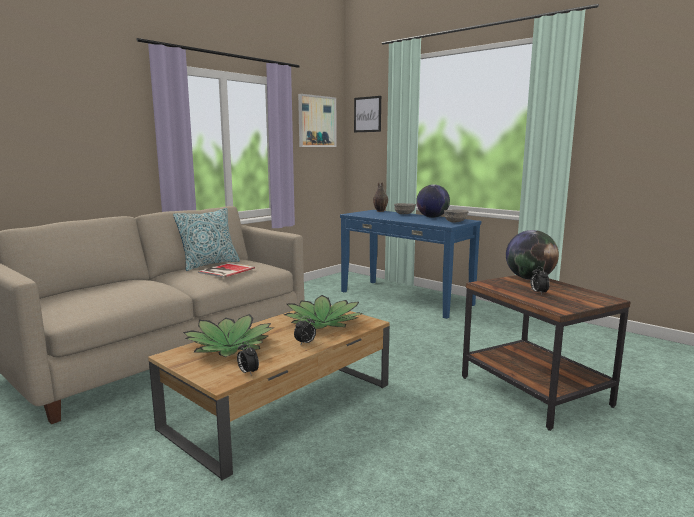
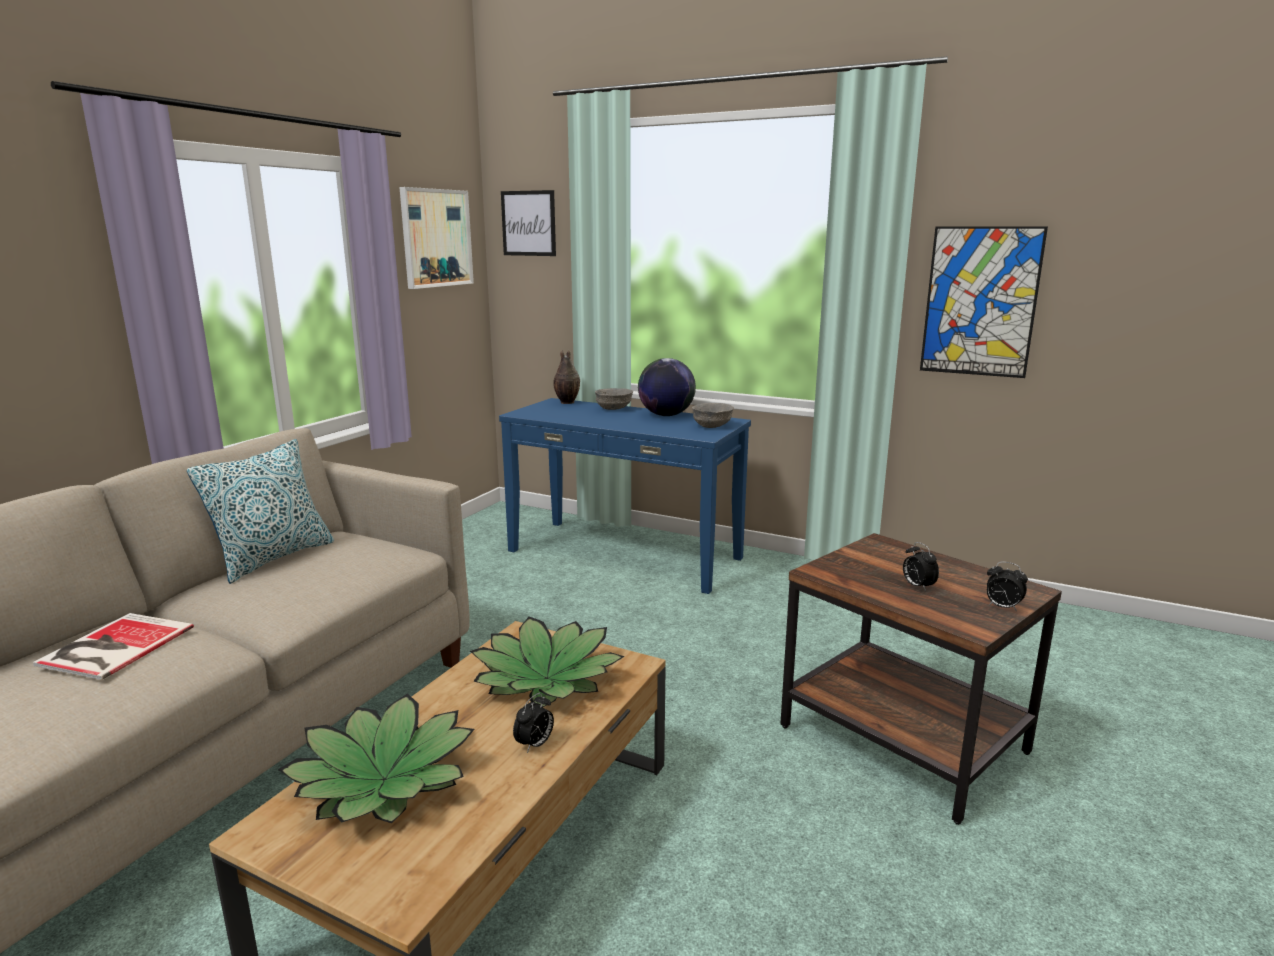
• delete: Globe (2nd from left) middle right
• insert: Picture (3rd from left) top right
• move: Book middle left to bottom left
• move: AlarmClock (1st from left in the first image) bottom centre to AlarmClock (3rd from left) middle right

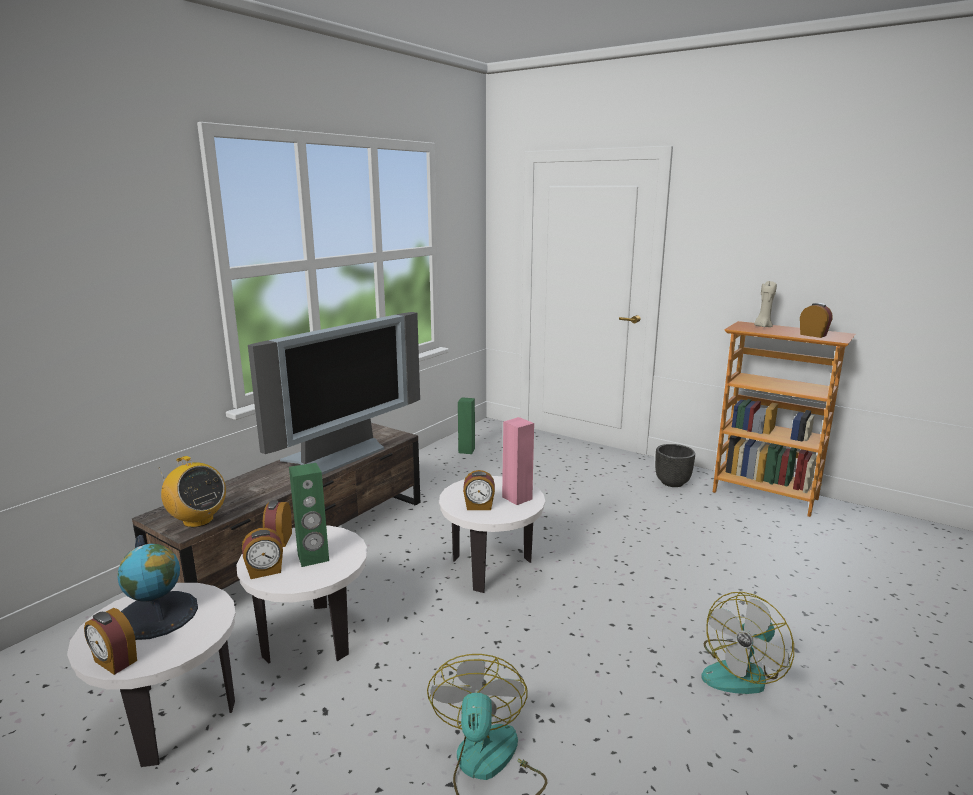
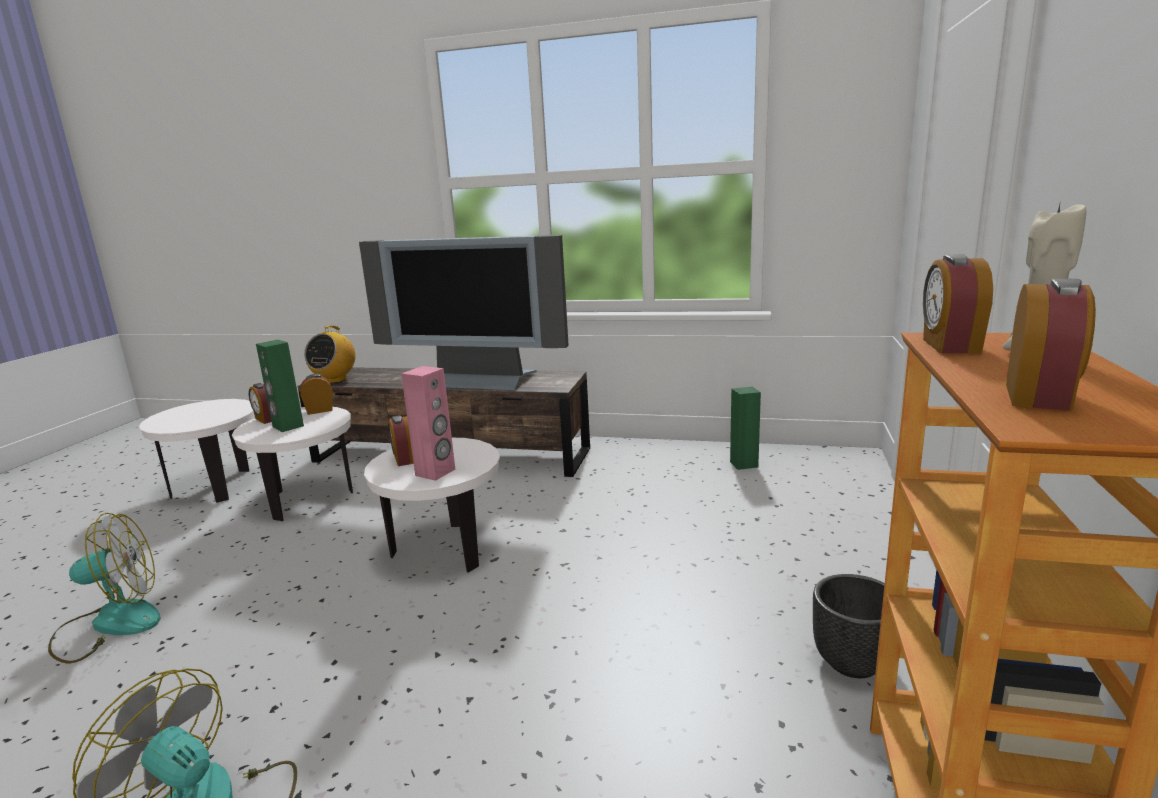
• delete: Globe bottom left
• move: AlarmClock (1st from left in the first image) bottom left to AlarmClock (4th from left) middle right

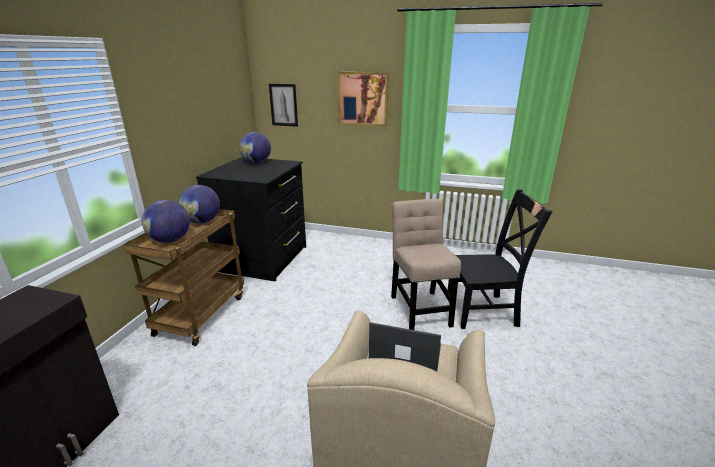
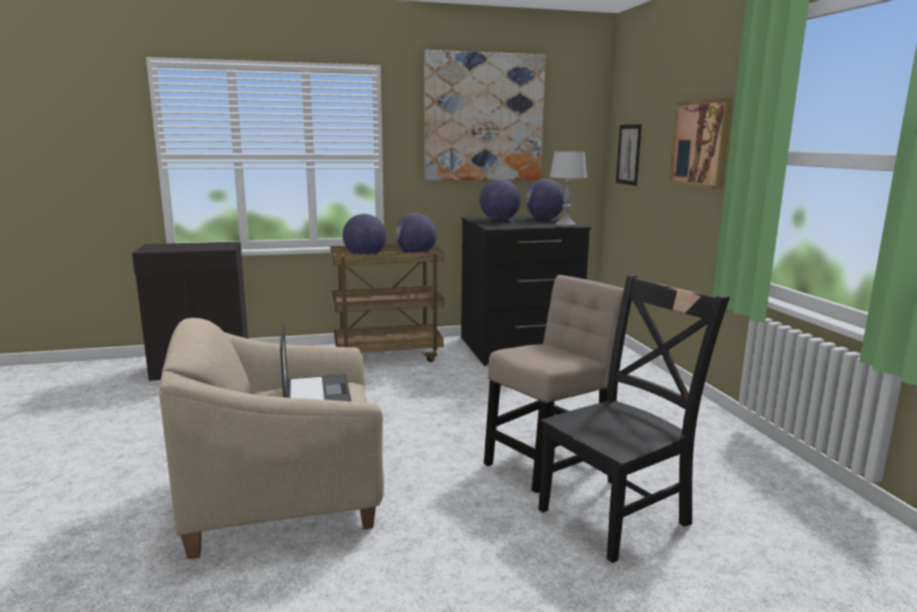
• insert: Picture (1st from left) top centre
• insert: Globe (3rd from left) top centre
• insert: GreyTableLamp top centre
• rotate: BlackChair middle right = bottom right 90 degrees counterclockwise

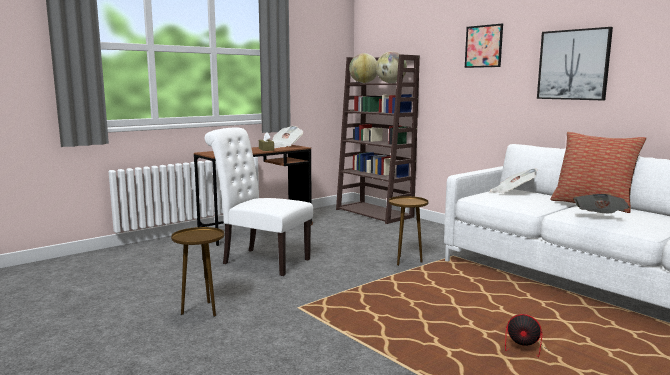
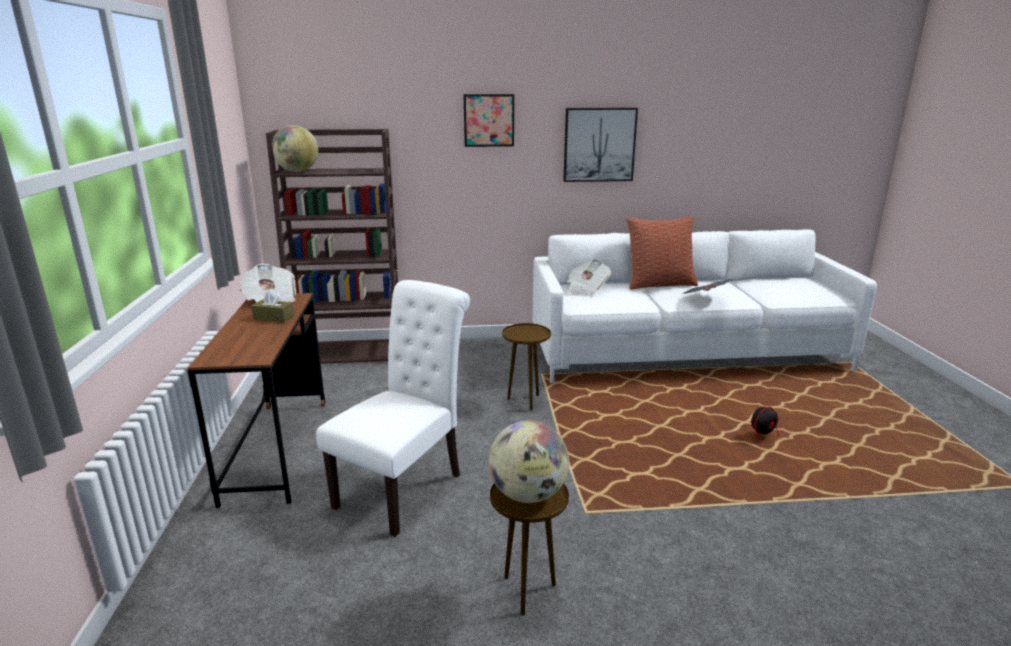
• move: Globe (2nd from left) top centre to bottom centre
• rotate: WhiteChair centre = centre 150 degrees clockwise

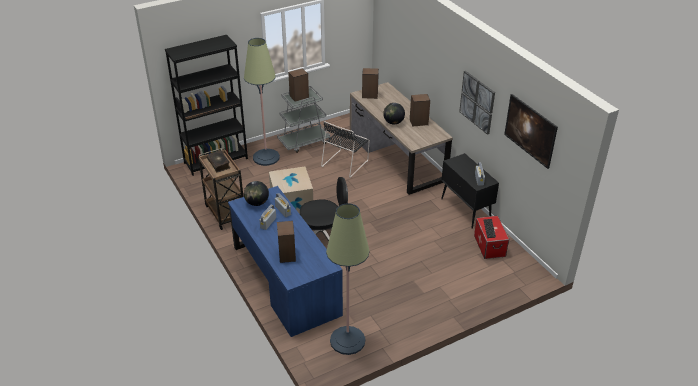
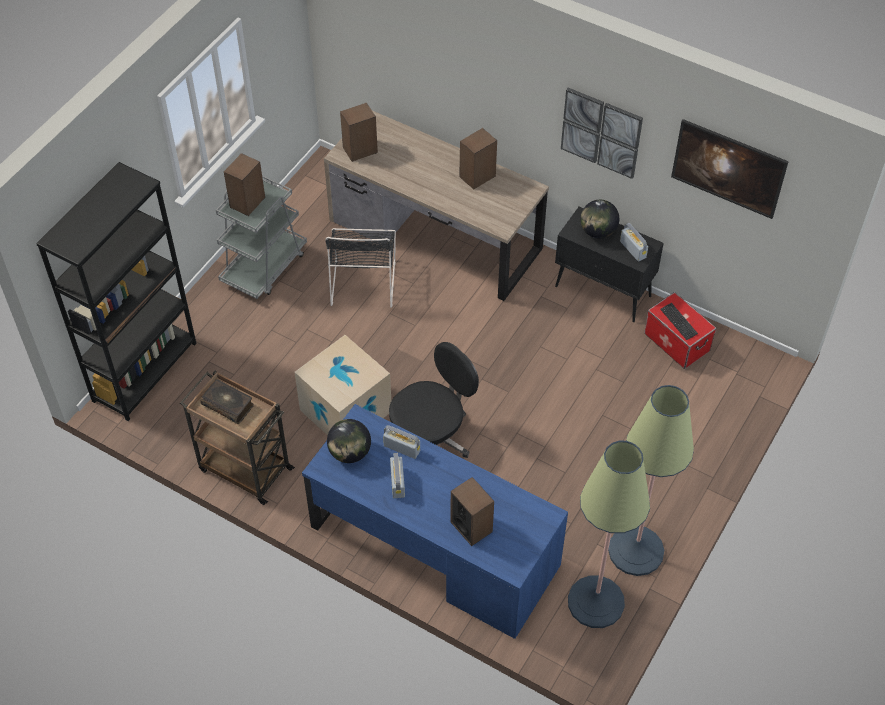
• move: FloorLamp (1st from left in the first image) top centre to FloorLamp (2nd from left) bottom right
• move: Globe (2nd from left) top centre to top right

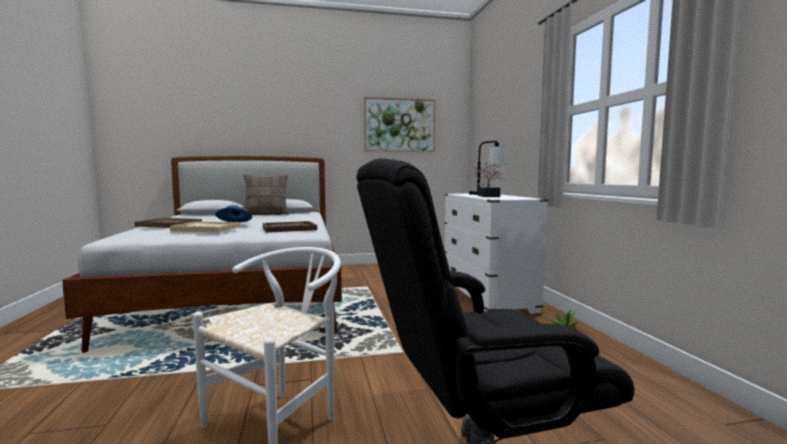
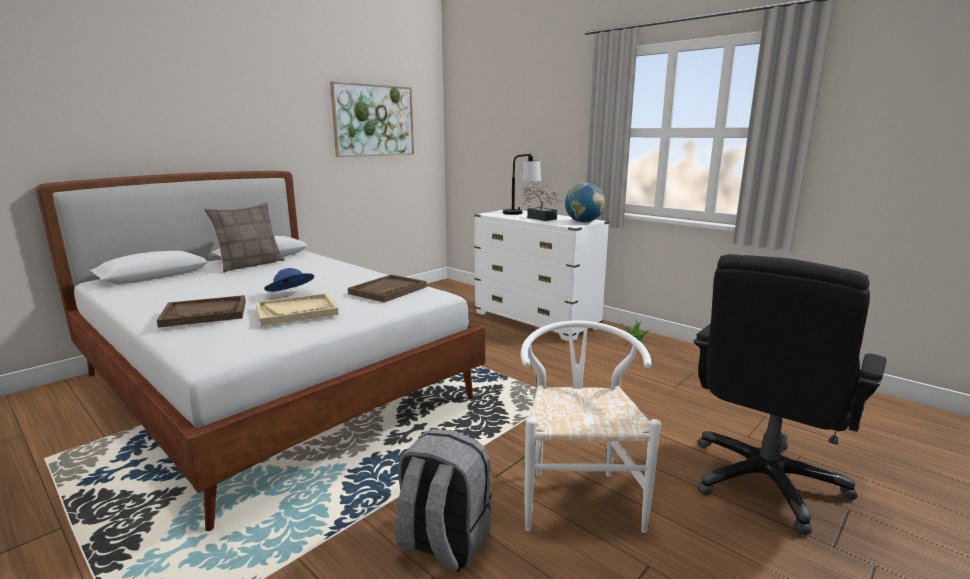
• insert: GreyBackpack bottom centre
• insert: Globe centre

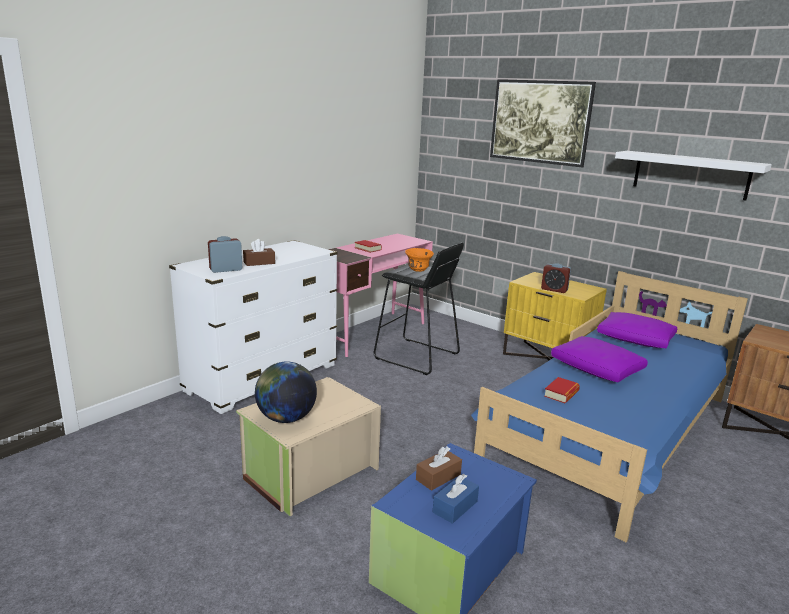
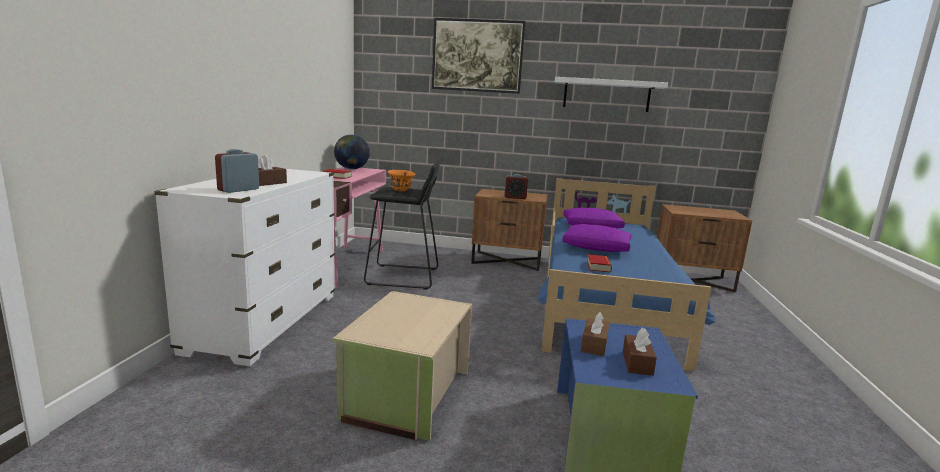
• move: Globe centre to top centre
• recolor: BlueTissueBox bottom centre to BrownTissueBox (3rd from left) bottom right
• recolor: YellowNightstand middle right to BrownNightstand (1st from left) centre

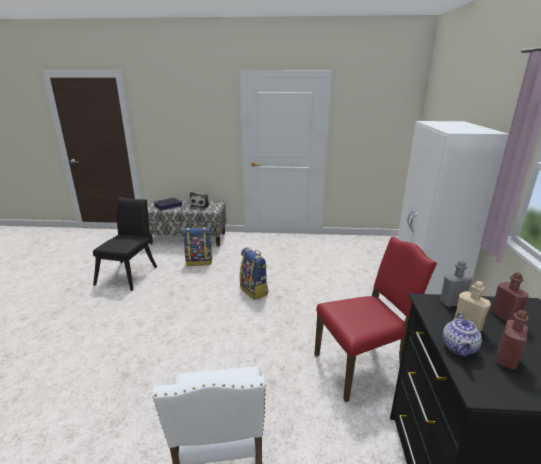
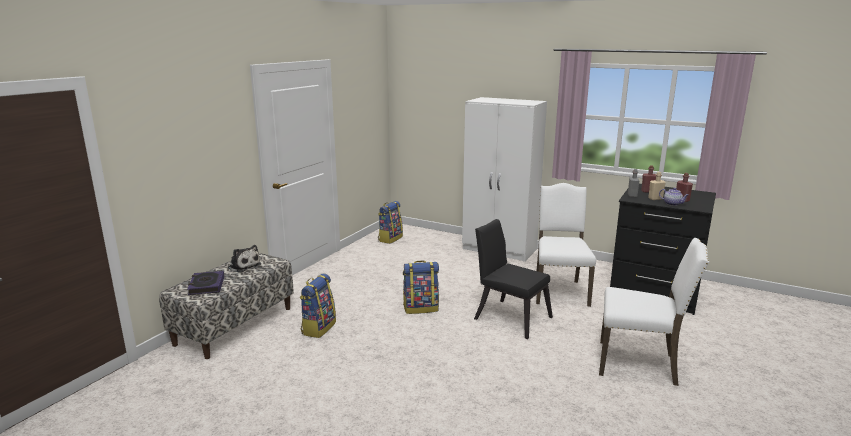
• insert: Backpack (2nd from left) centre
• move: BlackChair middle left to centre
• recolor: RedChair bottom right to WhiteChair (1st from left) centre

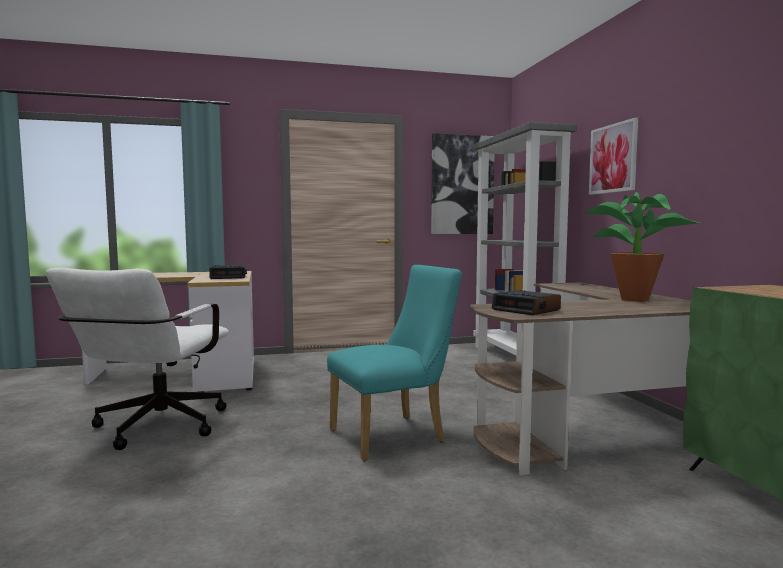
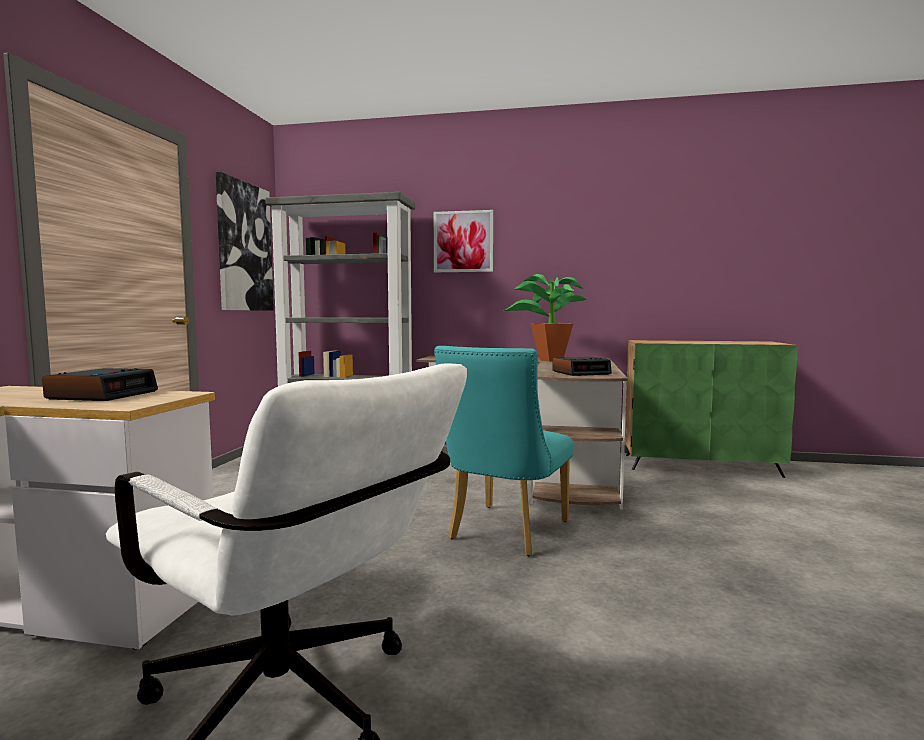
• rotate: TurquoiseChair centre = centre 150 degrees counterclockwise

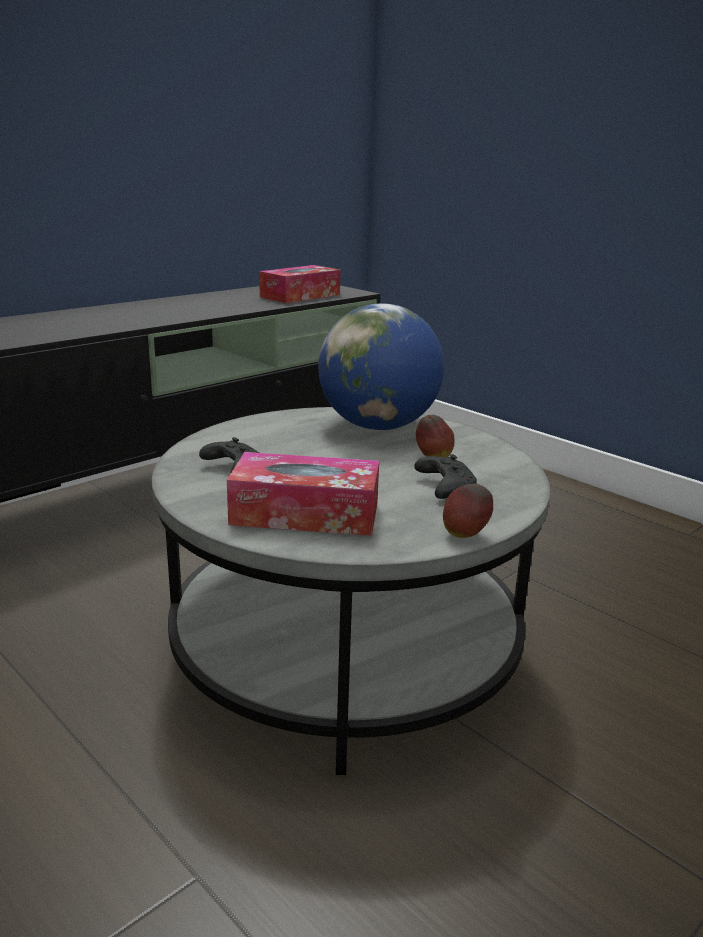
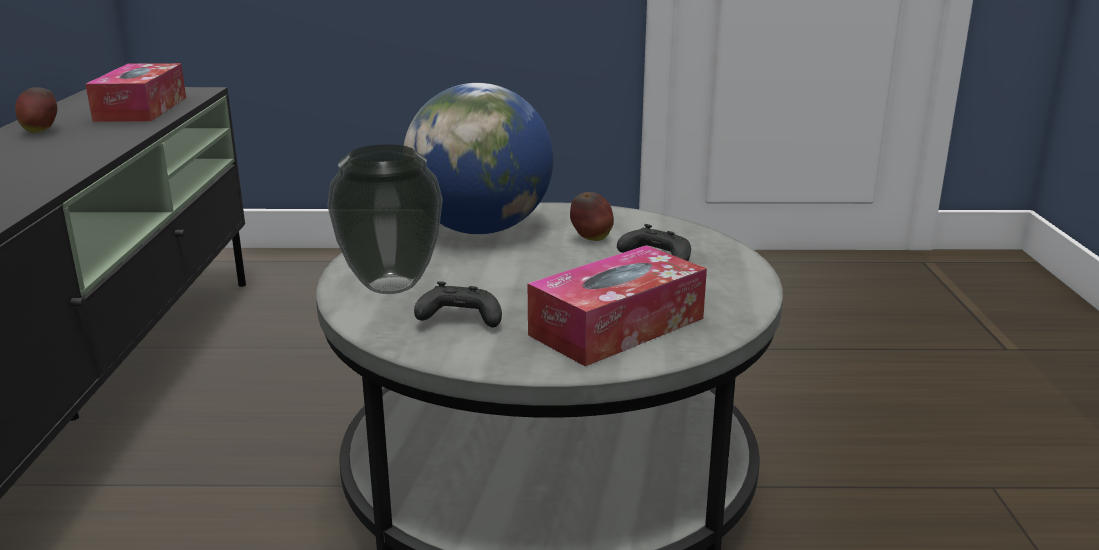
• insert: Vase centre
• move: Apple (2nd from left in the first image) centre to Apple (1st from left) top left

